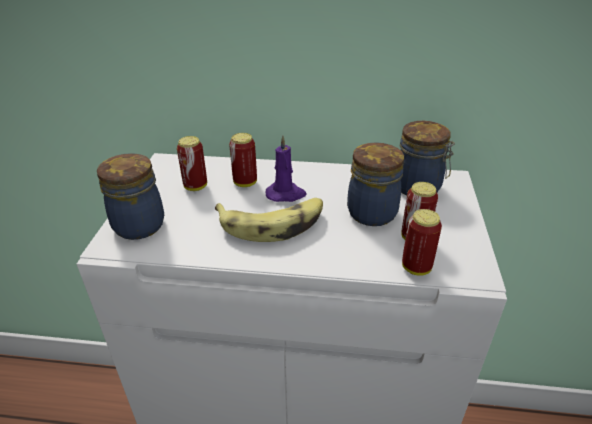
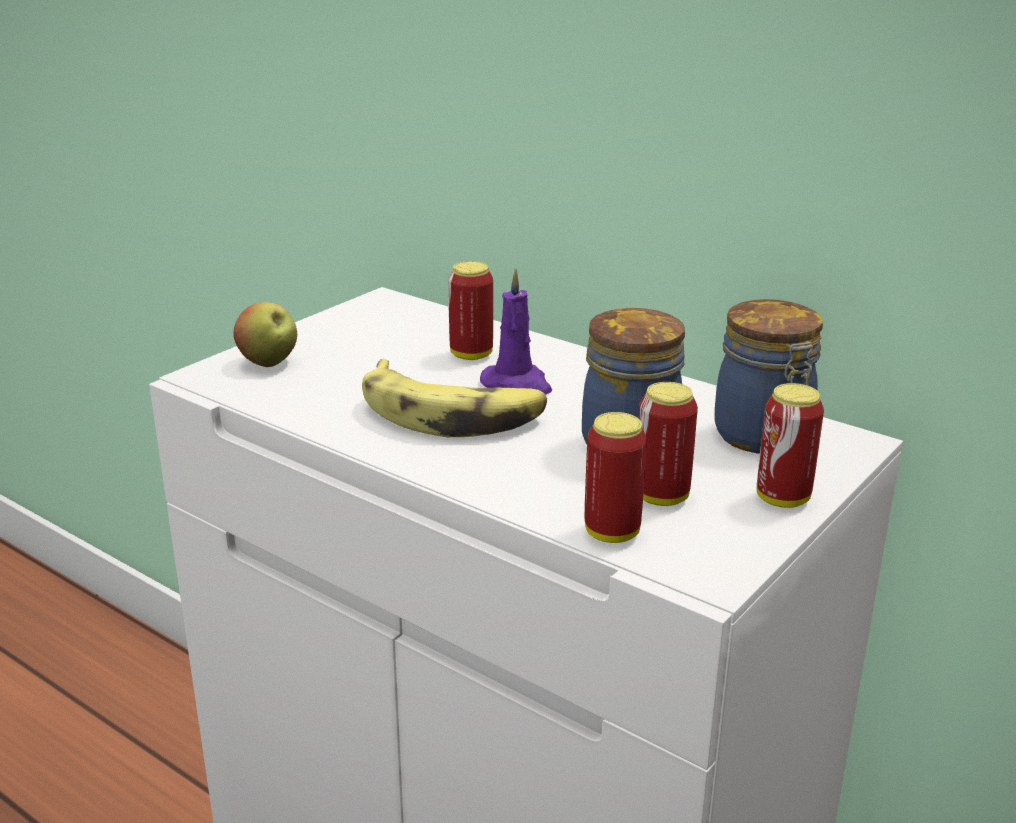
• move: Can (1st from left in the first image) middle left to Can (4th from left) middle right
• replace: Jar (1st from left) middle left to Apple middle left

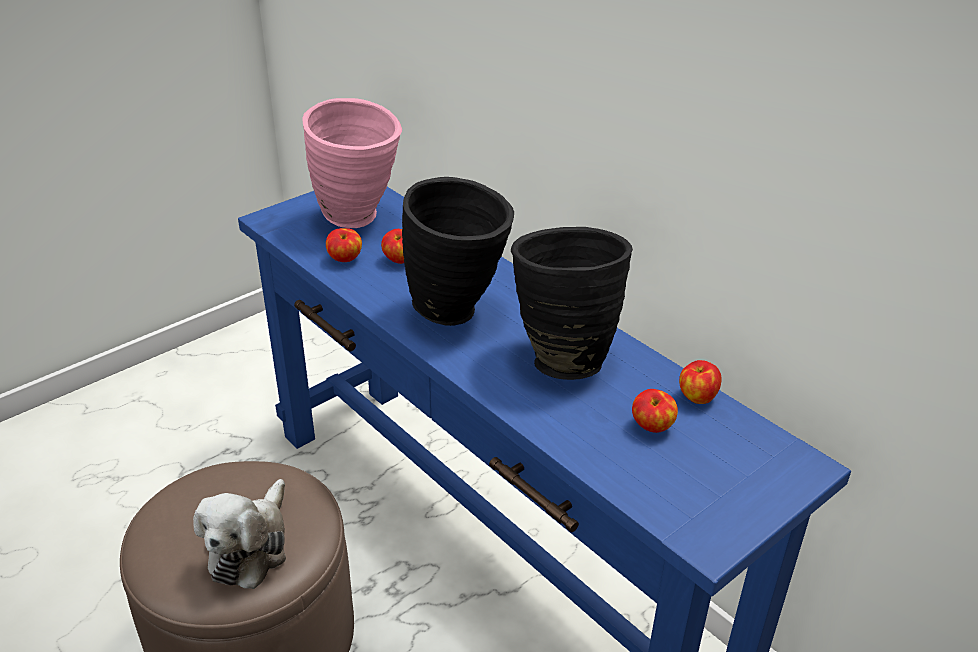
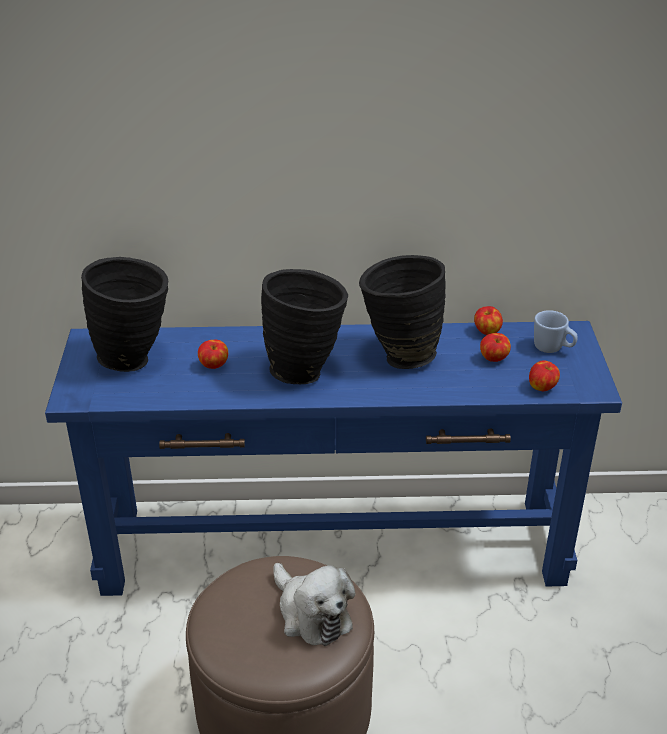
• insert: BlueMug middle right
• move: Apple (1st from left in the first image) centre to Apple (4th from left) middle right
• recolor: PinkVase top centre to BlackVase (1st from left) middle left

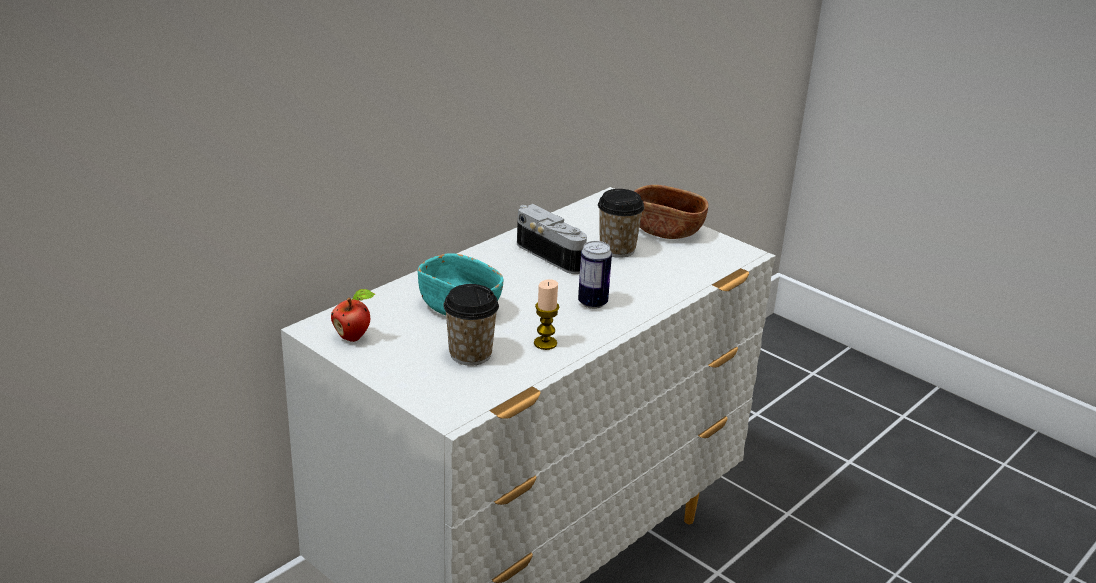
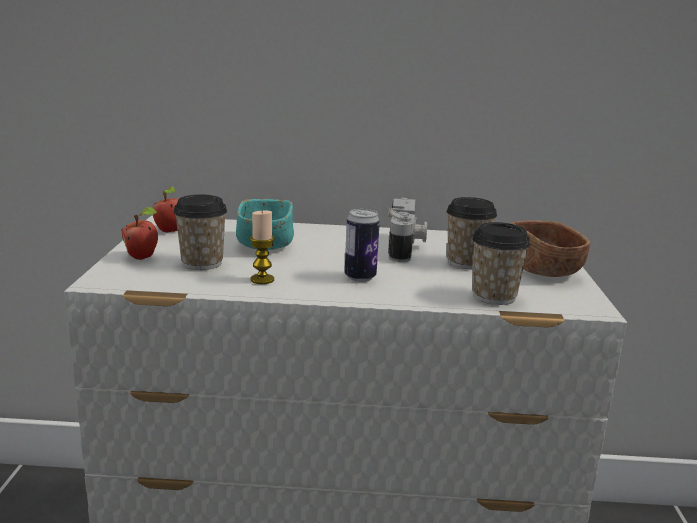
• insert: Apple (1st from left) middle left
• insert: Cup (3rd from left) middle right

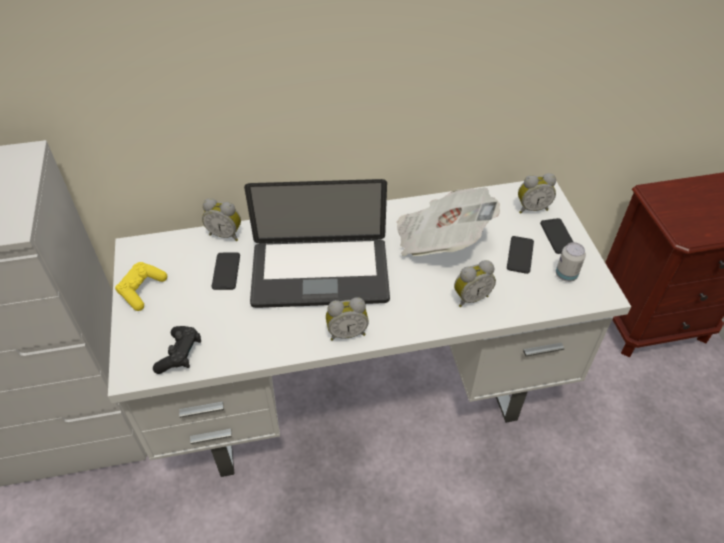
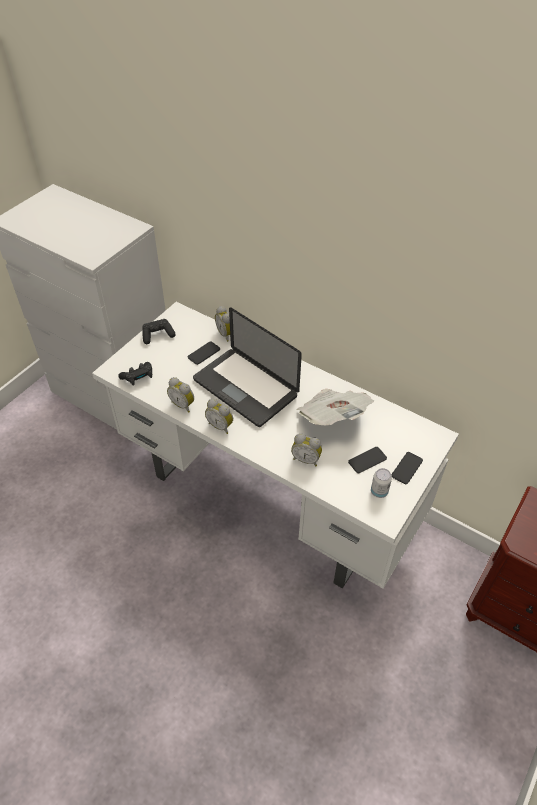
• move: AlarmClock (4th from left in the first image) middle right to AlarmClock (1st from left) centre
• recolor: YellowGameController middle left to BlackGameController (2nd from left) middle left

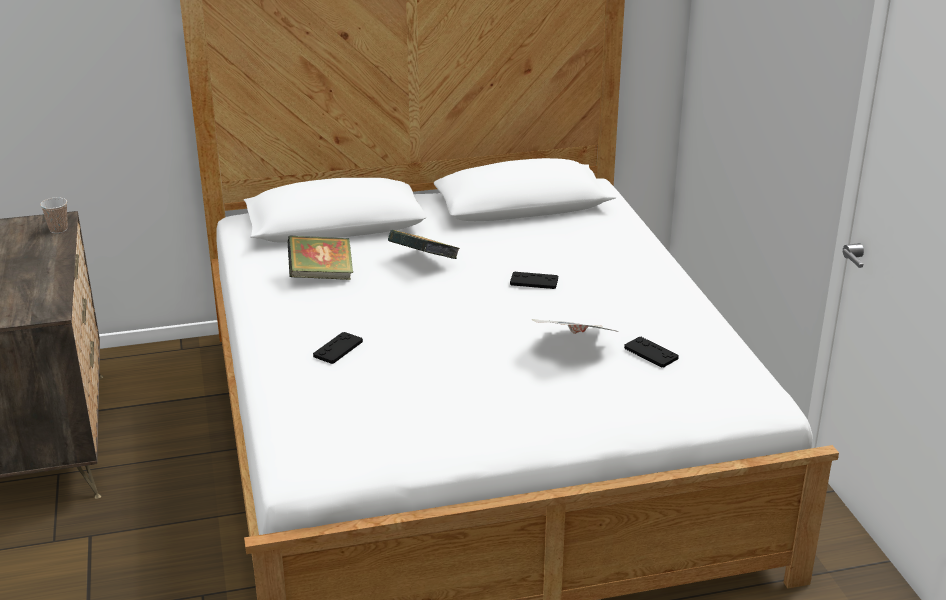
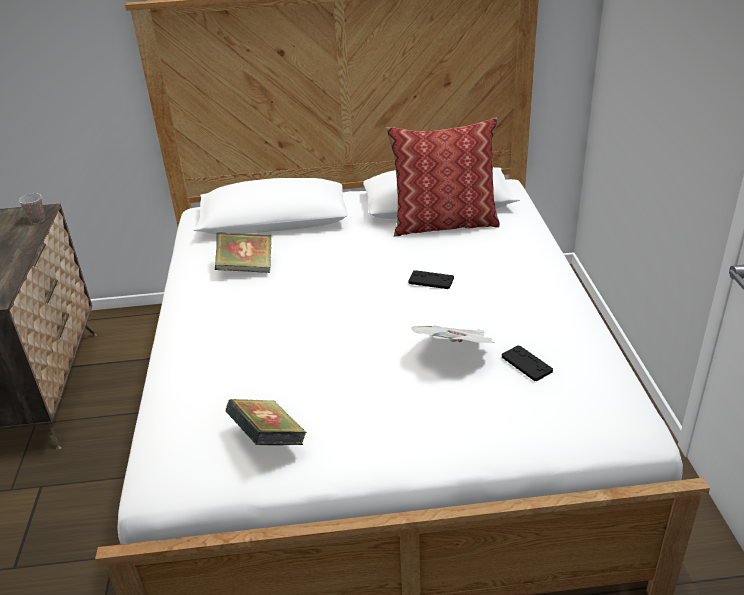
• delete: BlackGameController (1st from left) centre
• insert: Pillow top centre
• move: Book (2nd from left) centre to bottom centre

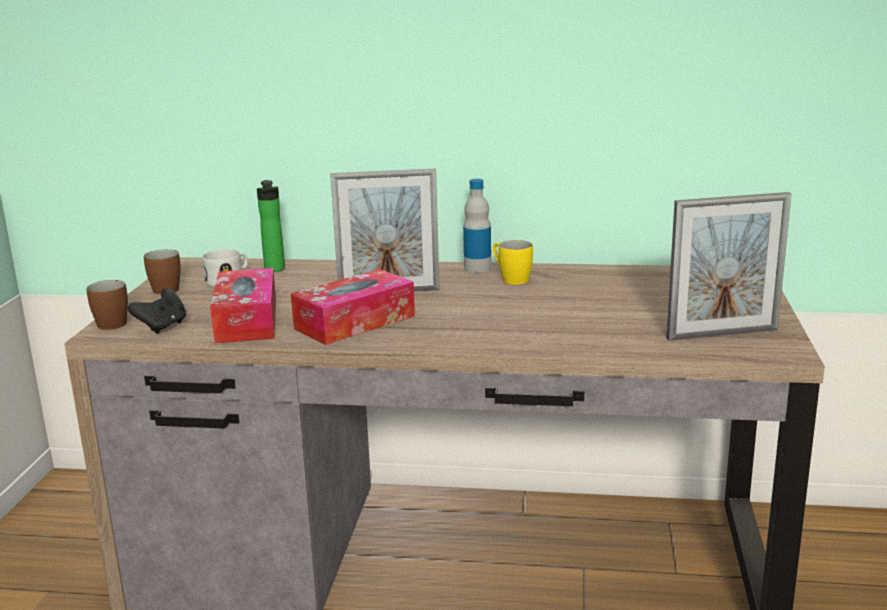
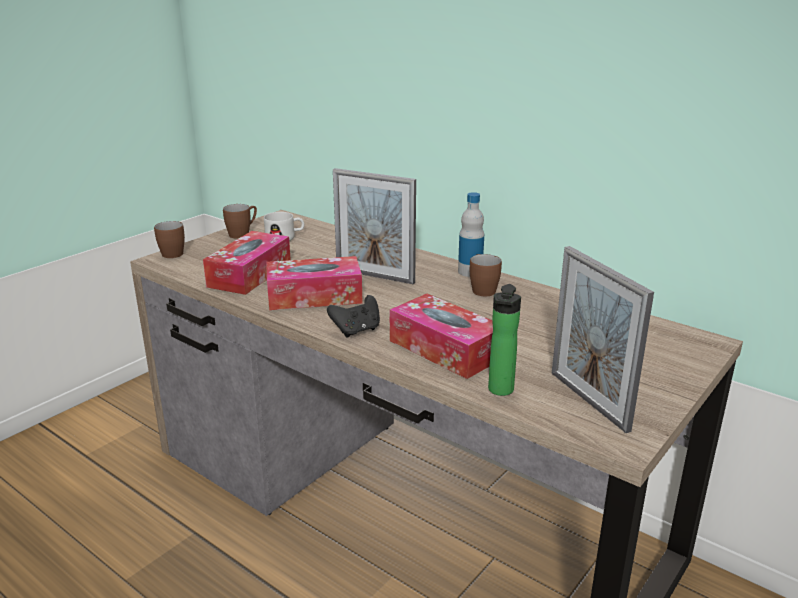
• insert: TissueBox (3rd from left) centre
• move: BlackGameController middle left to centre
• move: Bottle (1st from left in the first image) middle left to Bottle (2nd from left) centre
• recolor: YellowMug centre to BrownMug (3rd from left) centre
• rotate: PictureFrame (2nd from left) middle right = middle right 45 degrees clockwise

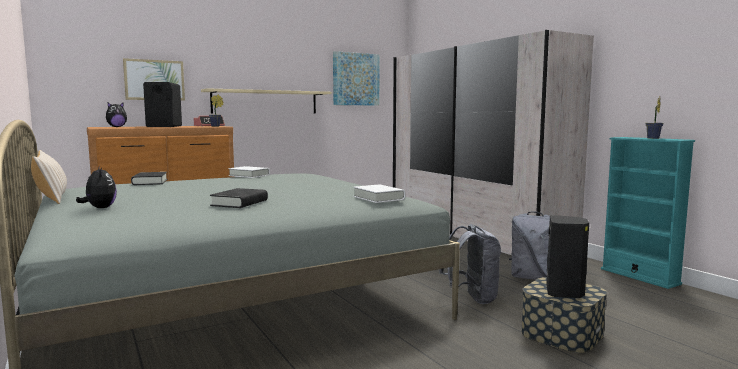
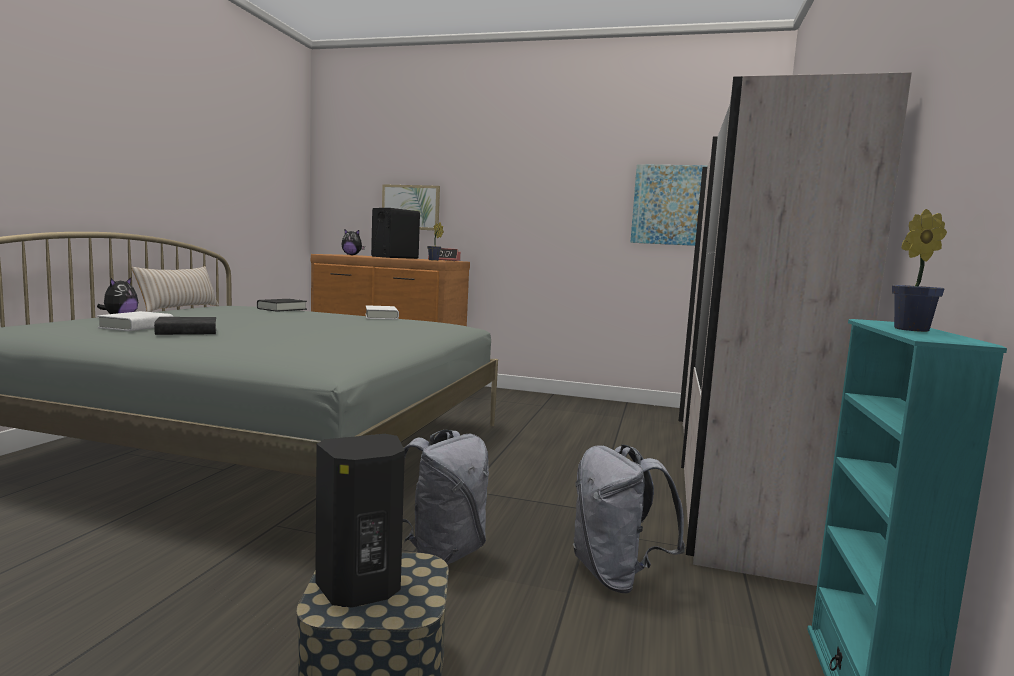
• delete: BeigeShelf top centre
• move: WhiteBook (2nd from left in the first image) centre to WhiteBook (1st from left) middle left

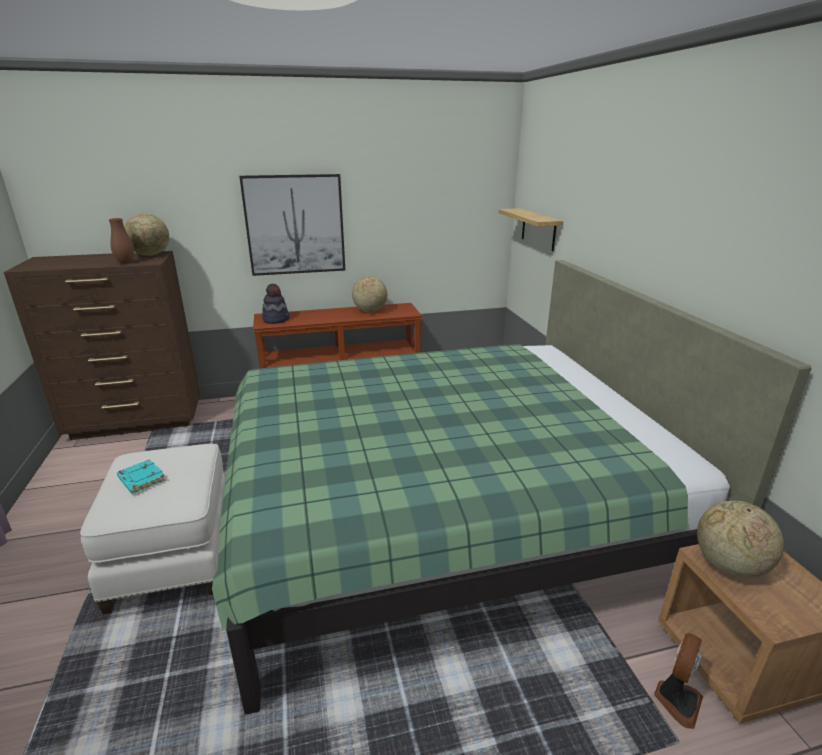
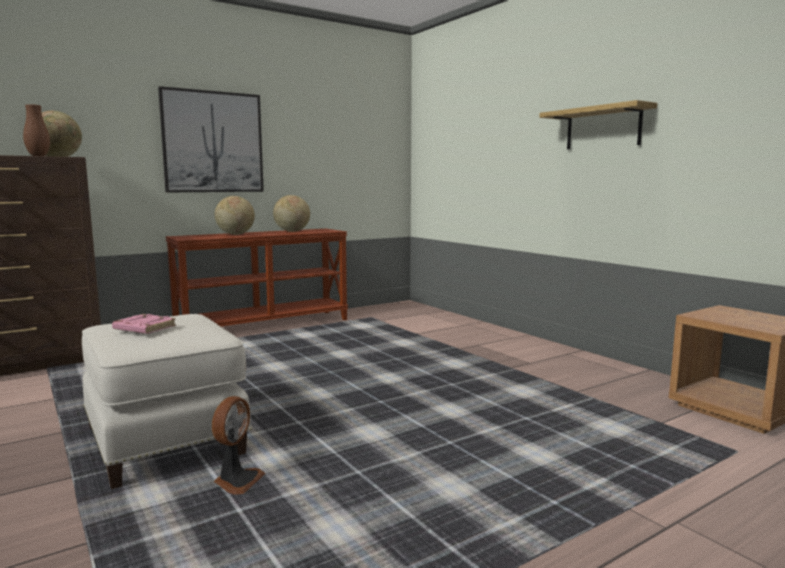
• delete: GreenBed centre
• delete: Hat centre
• move: Shelf top centre to top right
• move: Fan bottom right to bottom left
• move: Globe (3rd from left in the first image) bottom right to Globe (2nd from left) middle left
• recolor: TurquoiseBook middle left to PinkBook middle left

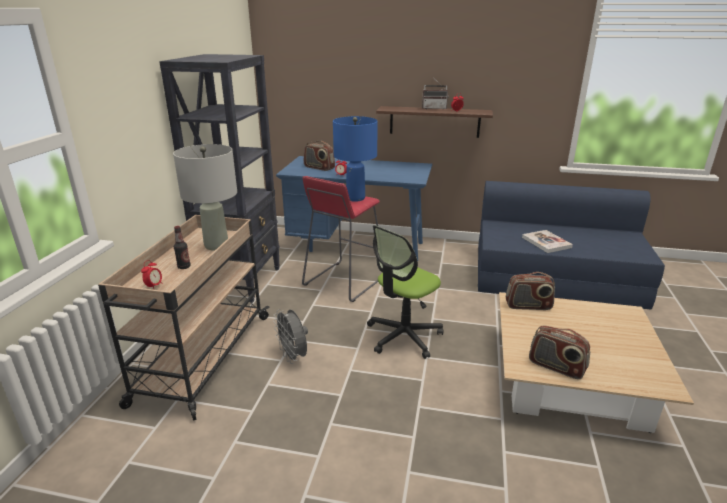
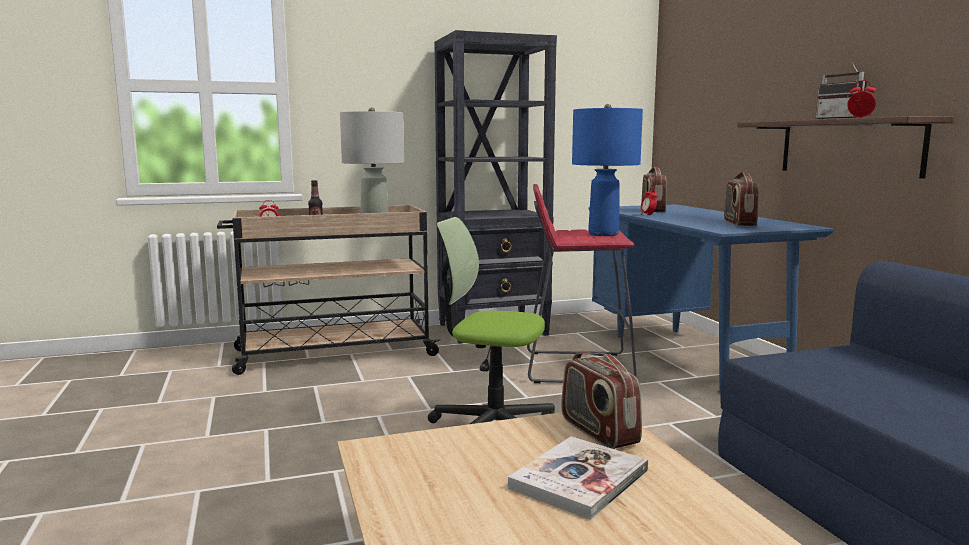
• delete: GreyFan bottom centre
• move: Book middle right to bottom centre
• move: Radio (4th from left in the first image) bottom right to Radio (3rd from left) middle right

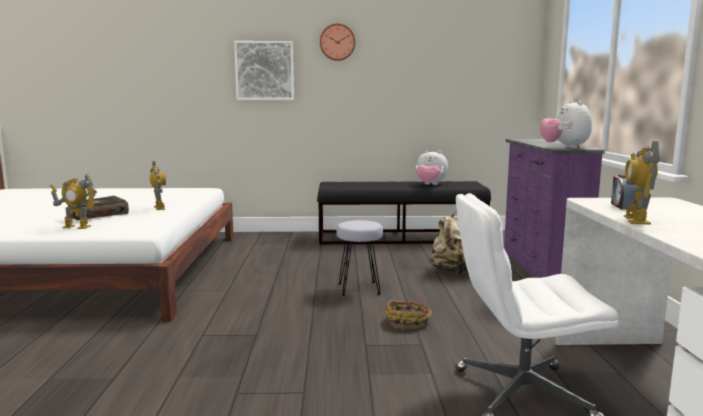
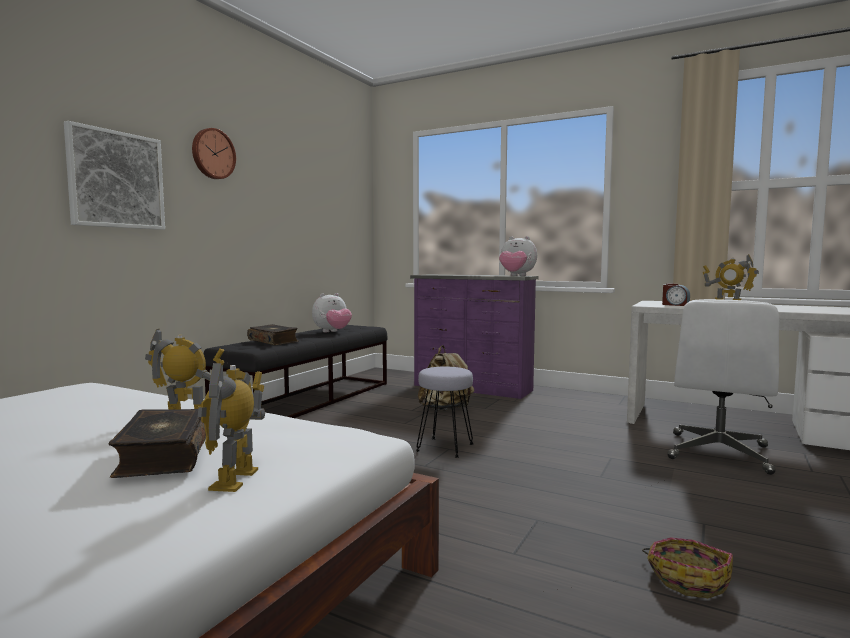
• insert: Book (2nd from left) middle left
• move: Basket bottom centre to bottom right
• rotate: ToyRobot (1st from left in the first image) middle left = bottom left 150 degrees clockwise

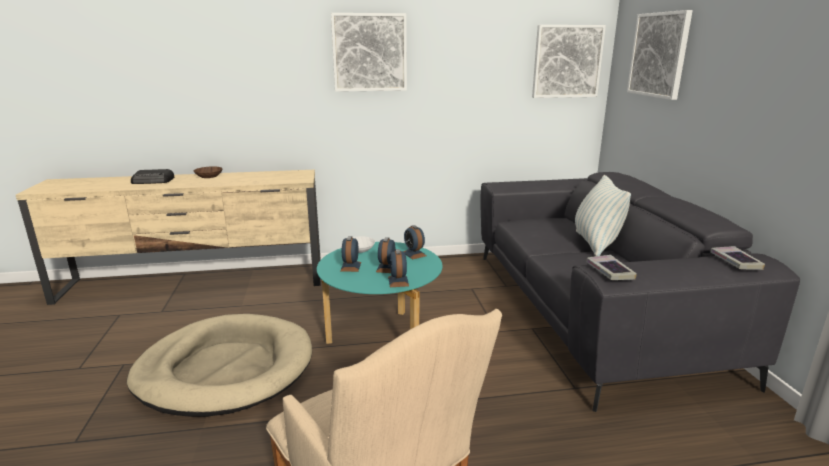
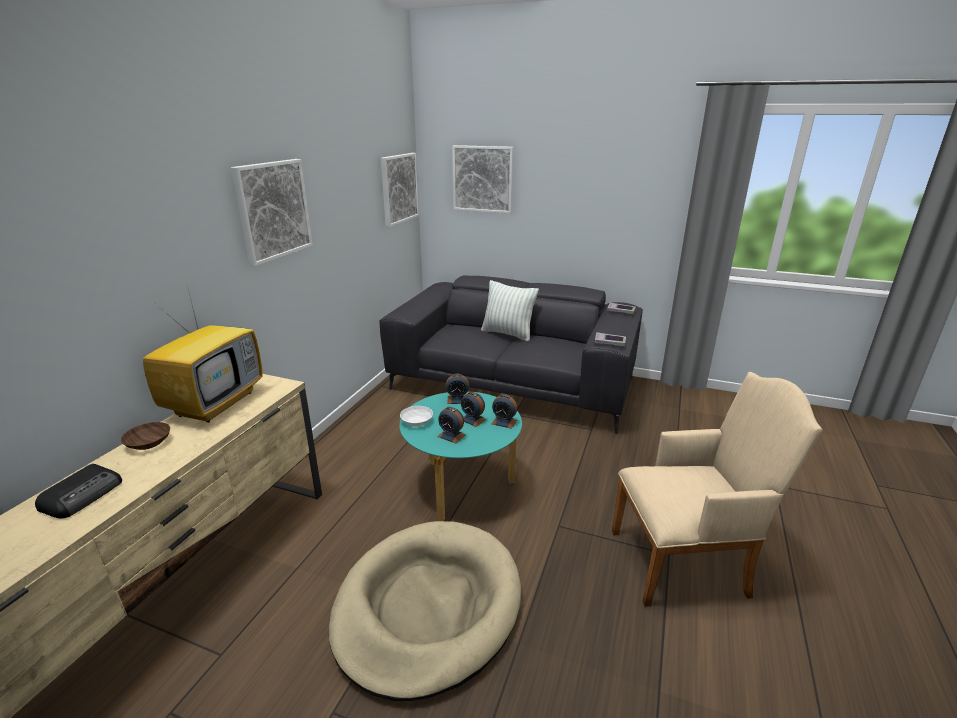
• insert: Television middle left

